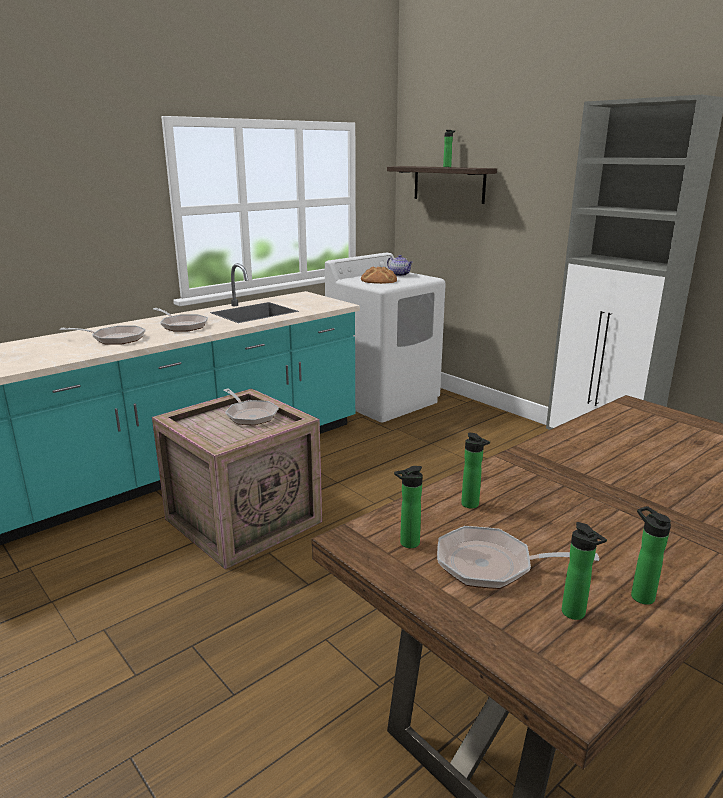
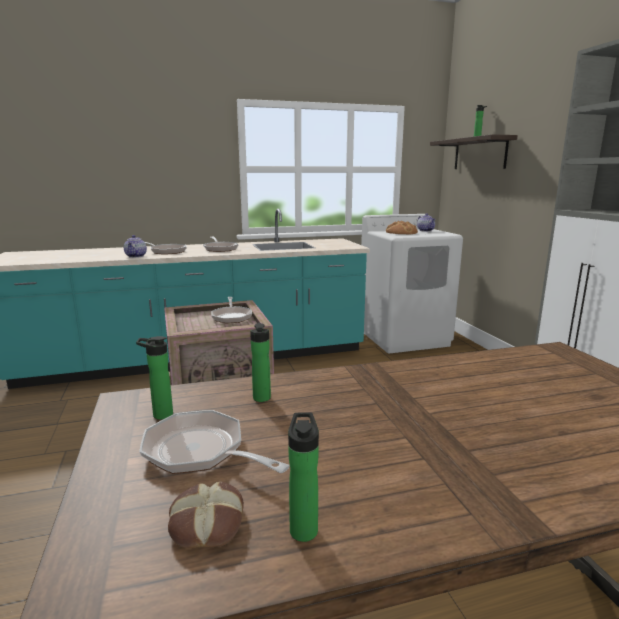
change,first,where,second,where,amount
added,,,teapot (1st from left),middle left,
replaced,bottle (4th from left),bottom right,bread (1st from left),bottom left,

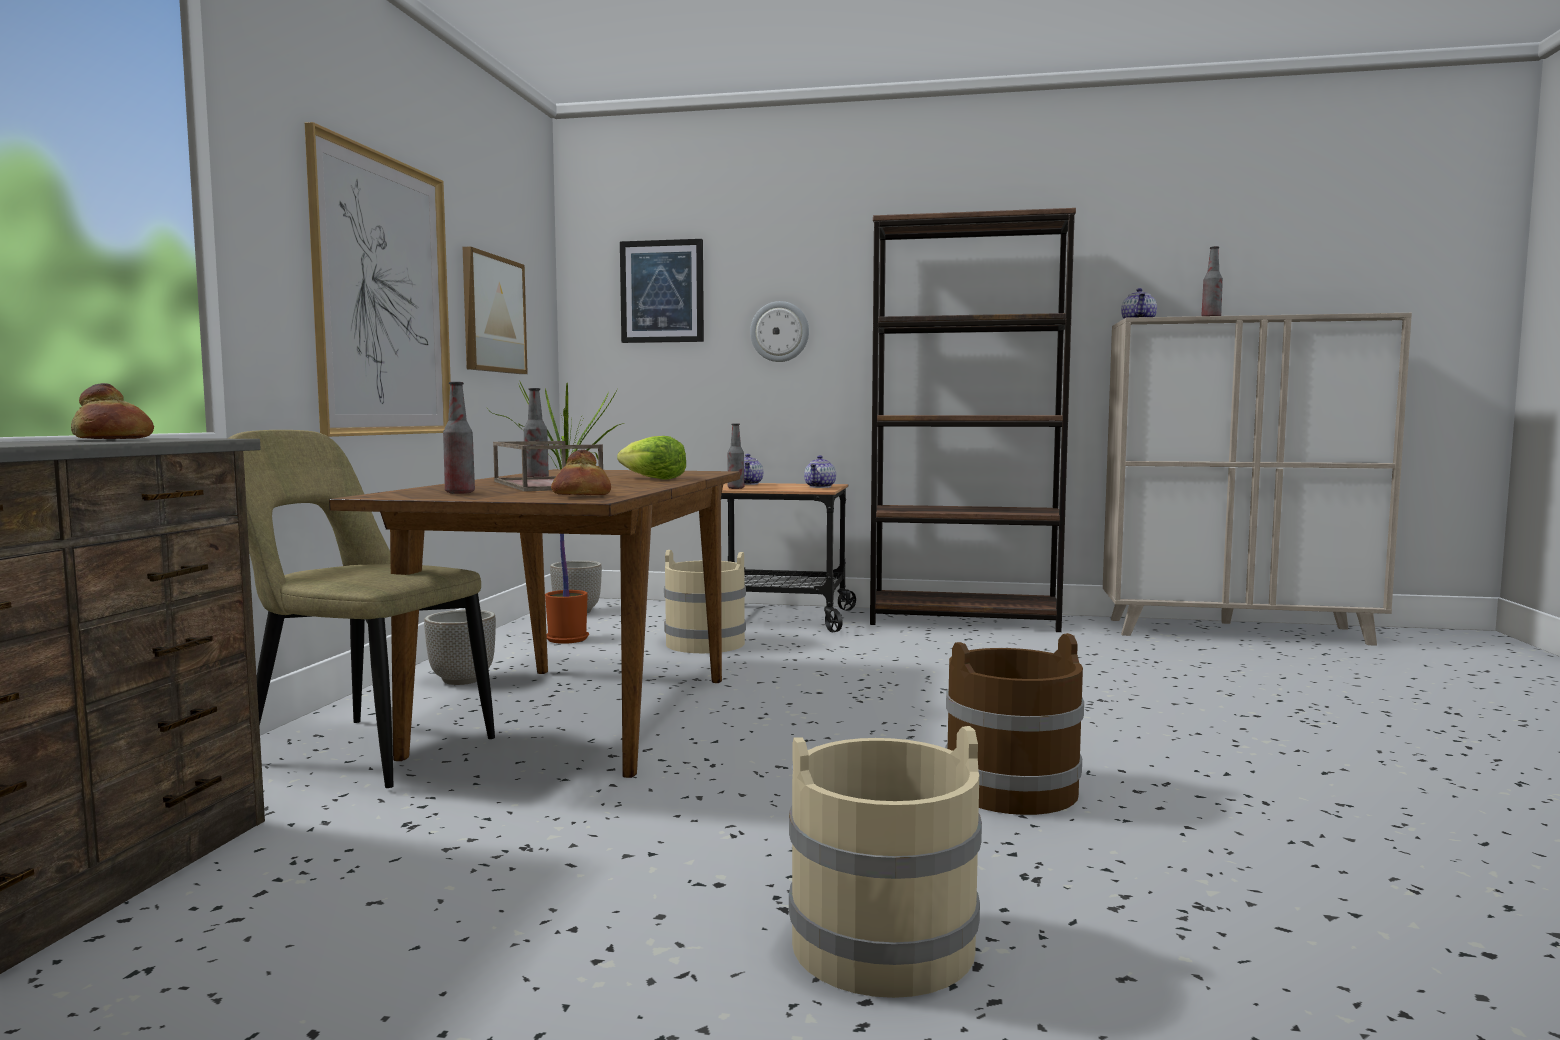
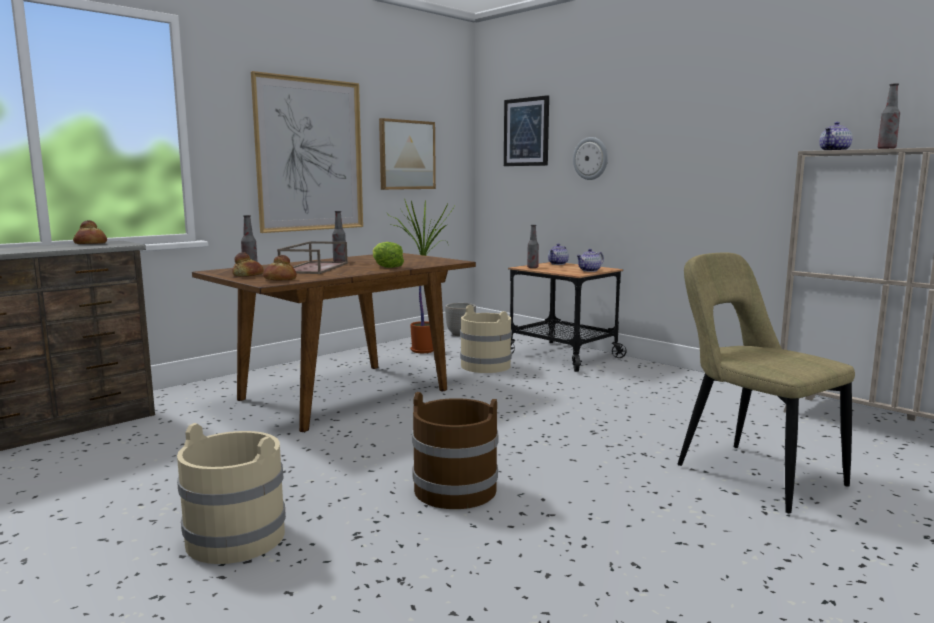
change,first,where,second,where,amount
removed,planter (1st from left),middle left,,,
removed,brown bookcase,centre,,,
added,,,bread (2nd from left),middle left,
moved,beige chair,middle left,,middle right,

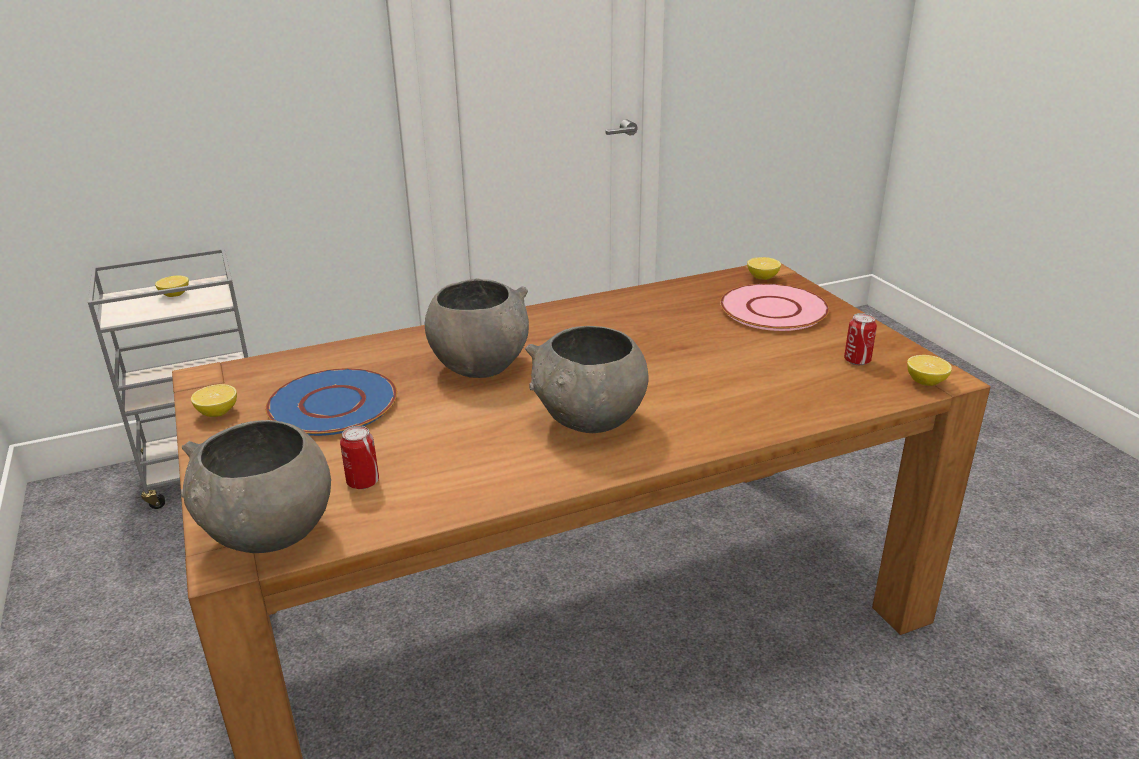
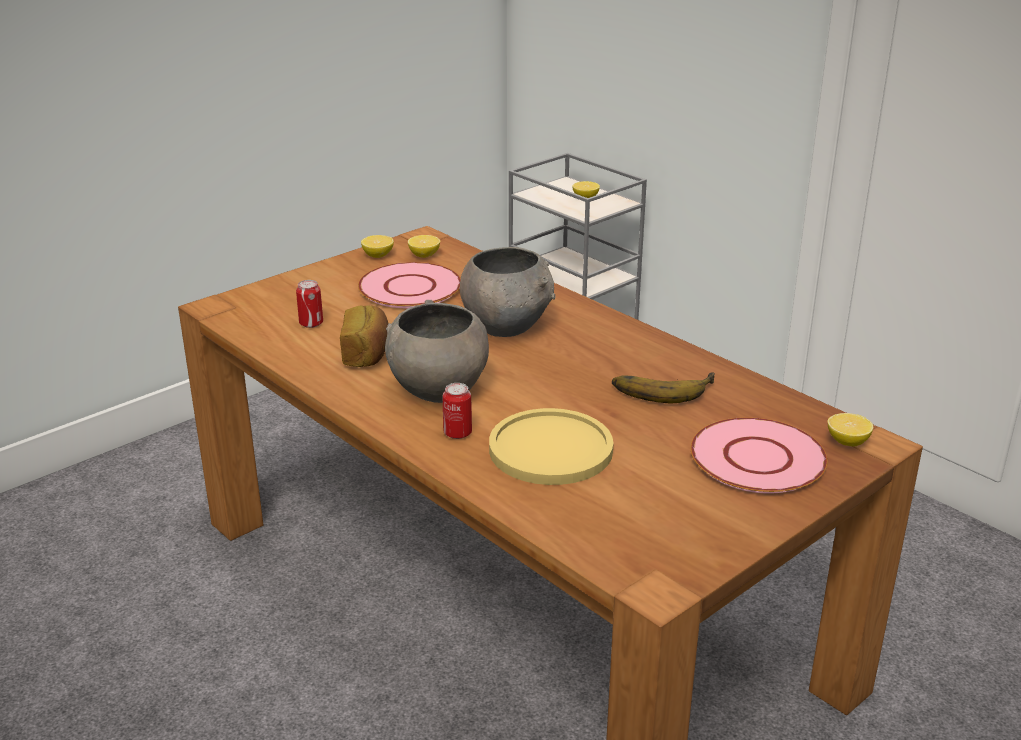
change,first,where,second,where,amount
removed,grey bowl (1st from left),middle left,,,
added,,,bread,centre,
added,,,yellow plate,centre,
added,,,banana,centre,
moved,can (2nd from left),middle right,,centre,
moved,lemon (4th from left in the first image),middle right,lemon (2nd from left),top centre,
recoloured,blue plate,middle left,pink plate (1st from left),centre,

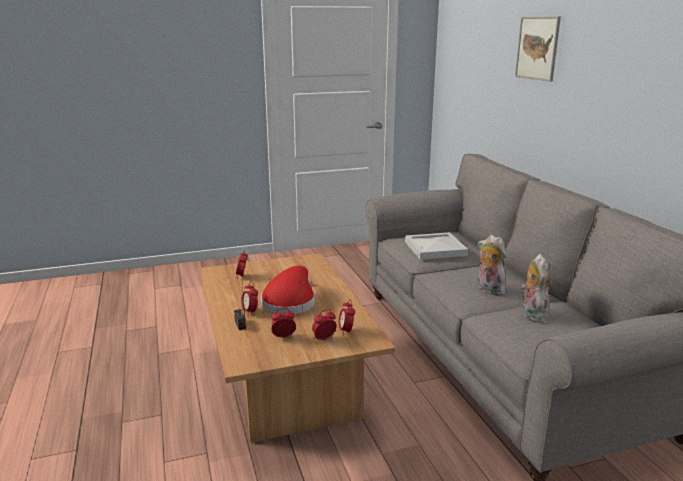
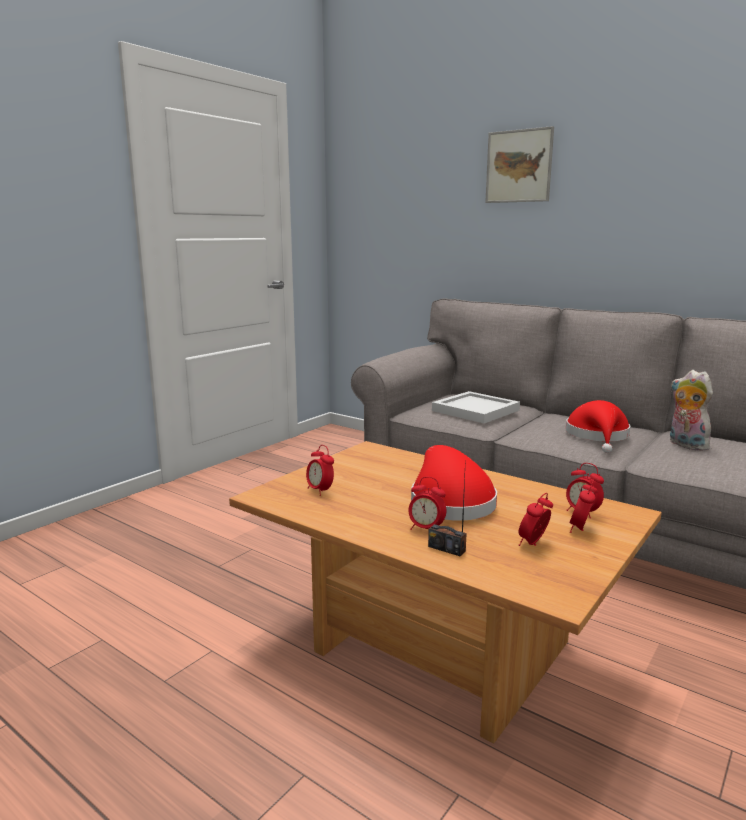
change,first,where,second,where,amount
replaced,plush toy (1st from left),middle right,red hat (2nd from left),middle right,

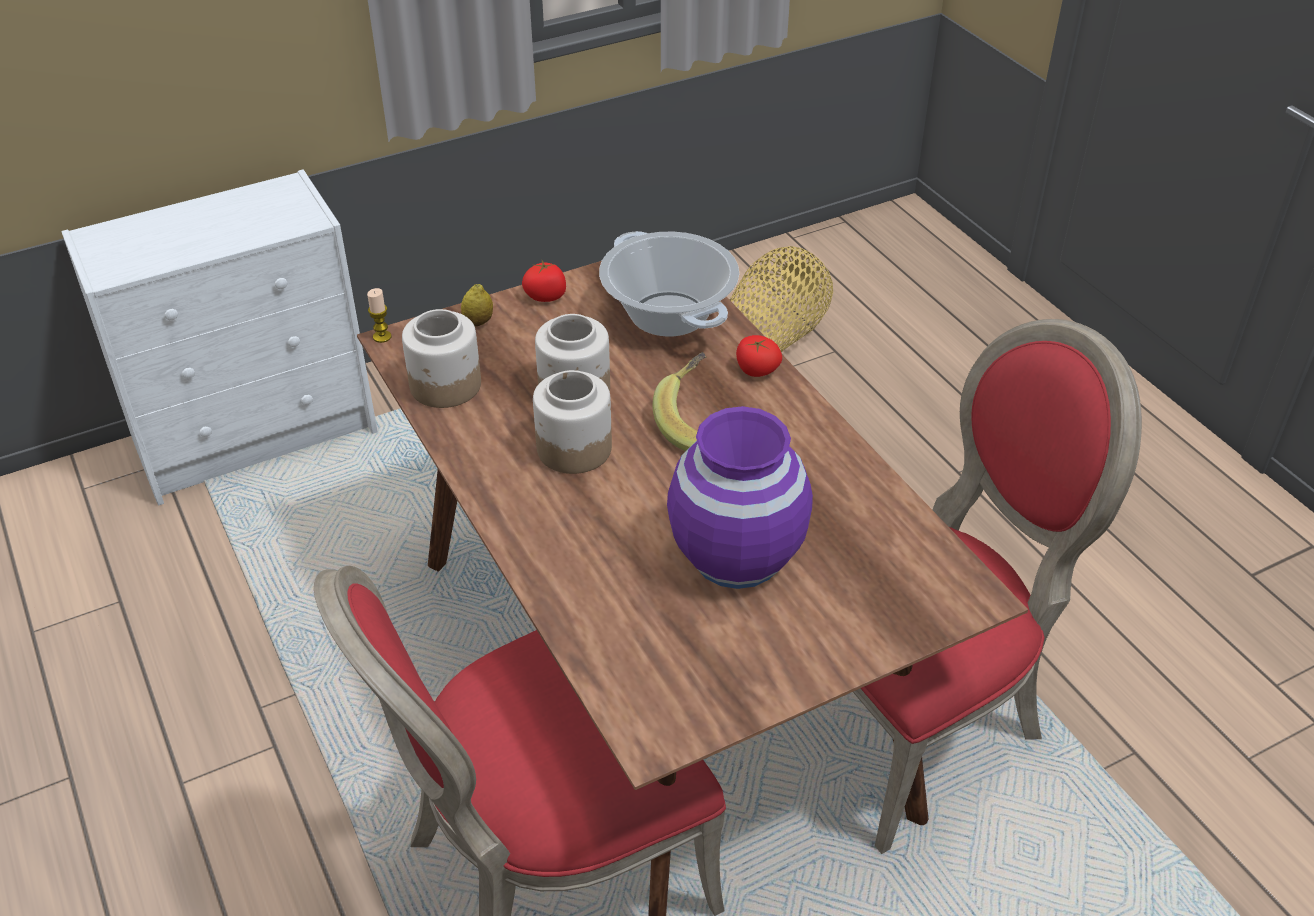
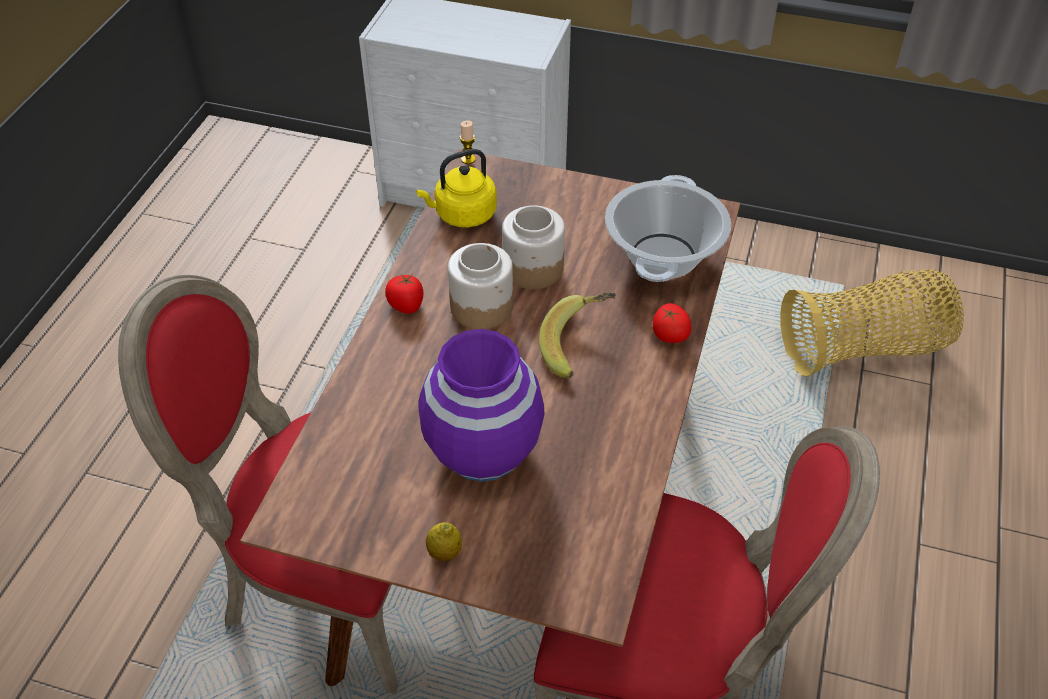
change,first,where,second,where,amount
moved,lemon,top centre,,bottom centre,
moved,tomato (1st from left),top centre,,centre,
replaced,jar (1st from left),centre,yellow kettle,top centre,

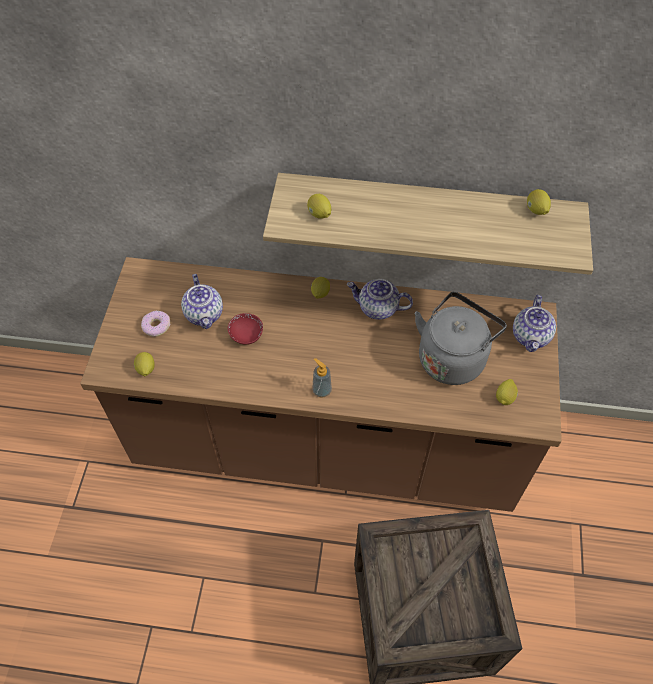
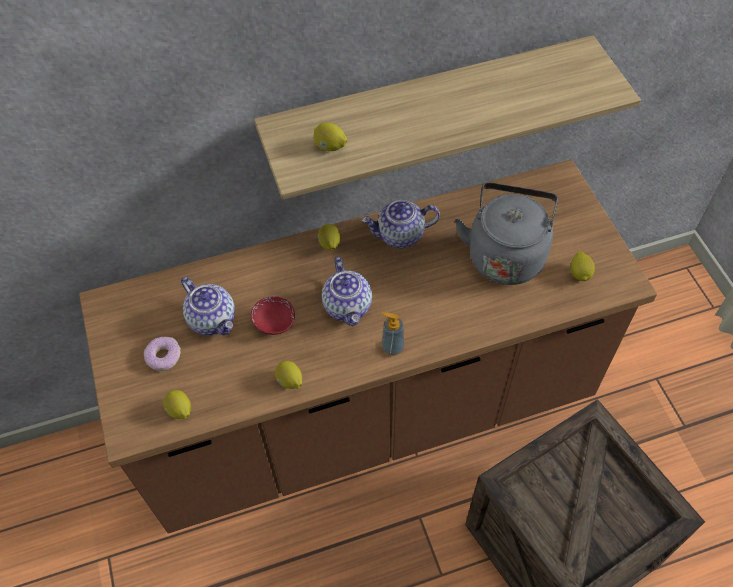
change,first,where,second,where,amount
moved,teapot (3rd from left in the first image),middle right,teapot (2nd from left),centre,
moved,lemon (5th from left in the first image),top right,lemon (2nd from left),centre,

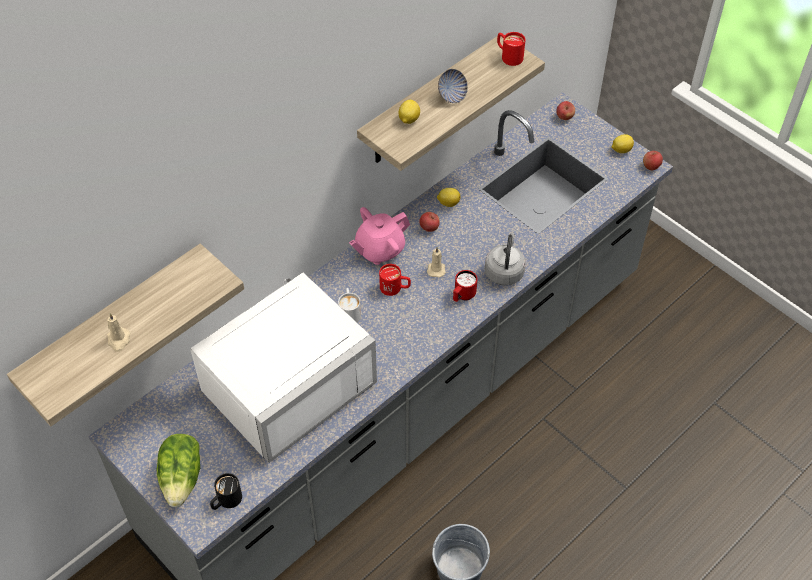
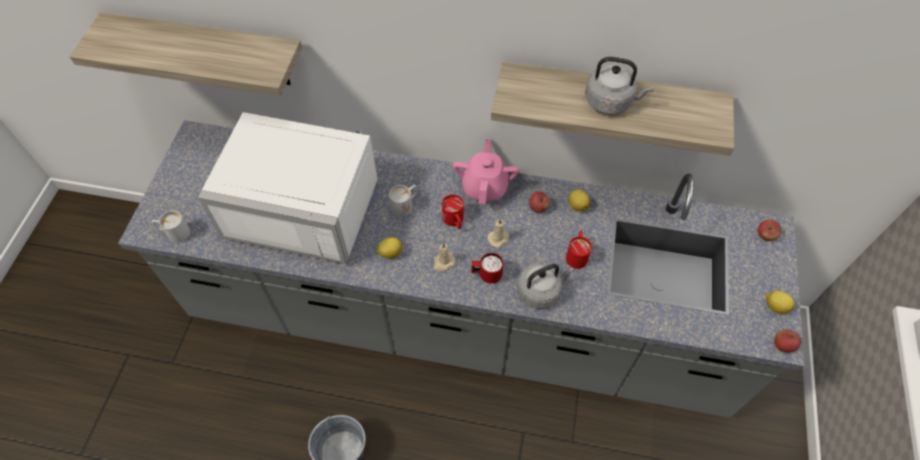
change,first,where,second,where,amount
removed,lettuce,bottom left,,,
moved,beige candle (1st from left),middle left,,centre,
moved,lemon (1st from left),top centre,,centre,
moved,red mug (3rd from left),top centre,,centre,
replaced,bowl,top centre,grey kettle (2nd from left),top right,
recoloured,black mug,bottom left,white mug (1st from left),middle left,
turned,pink teapot,centre,,centre,75 degrees clockwise

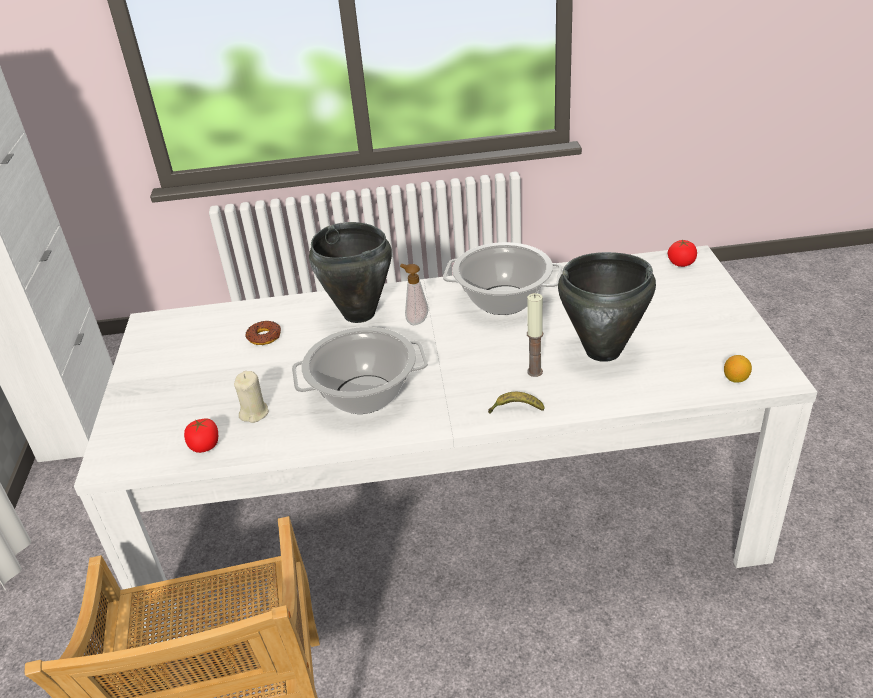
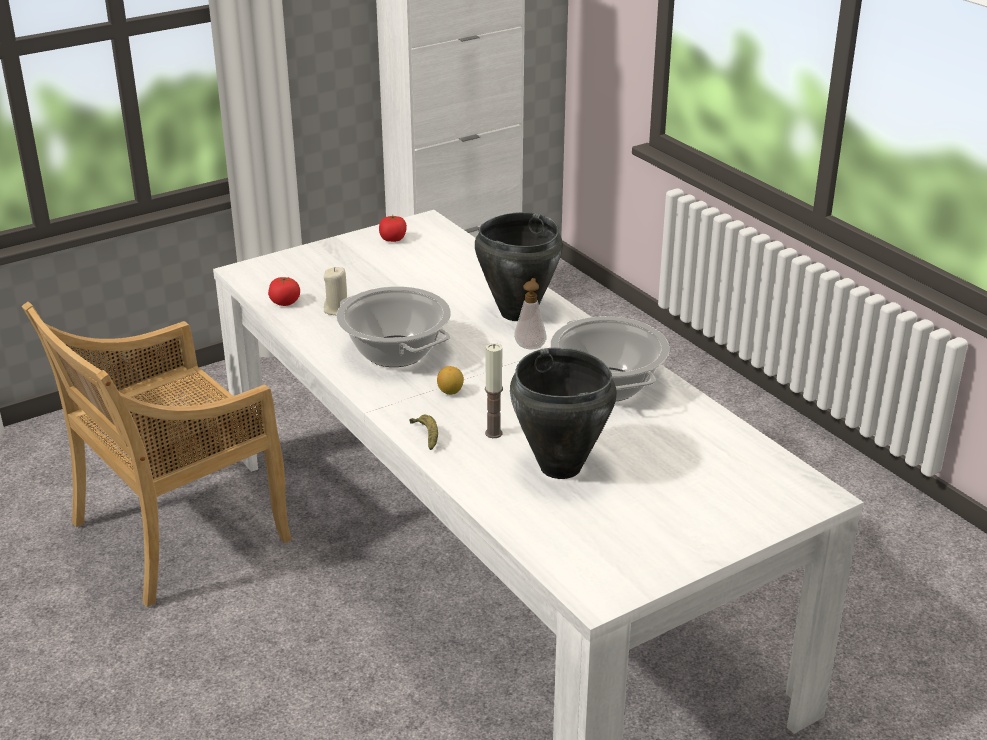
change,first,where,second,where,amount
removed,donut,middle left,,,
moved,tomato (2nd from left),middle right,,top centre,
moved,lemon,middle right,,centre,

